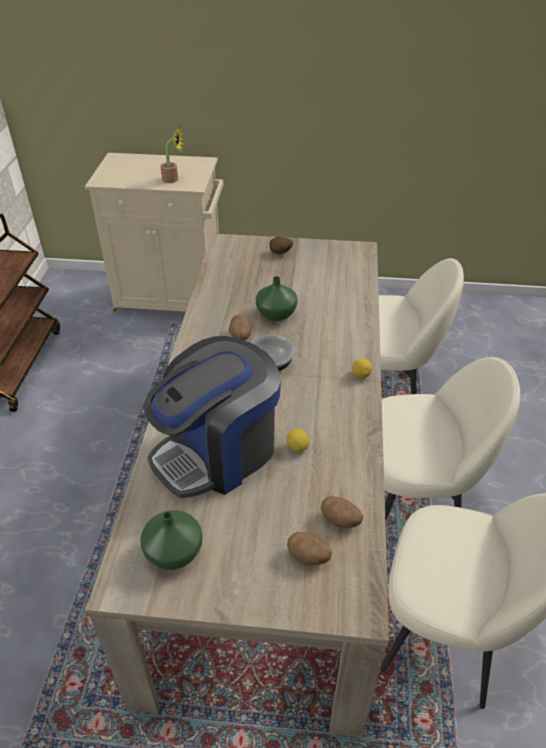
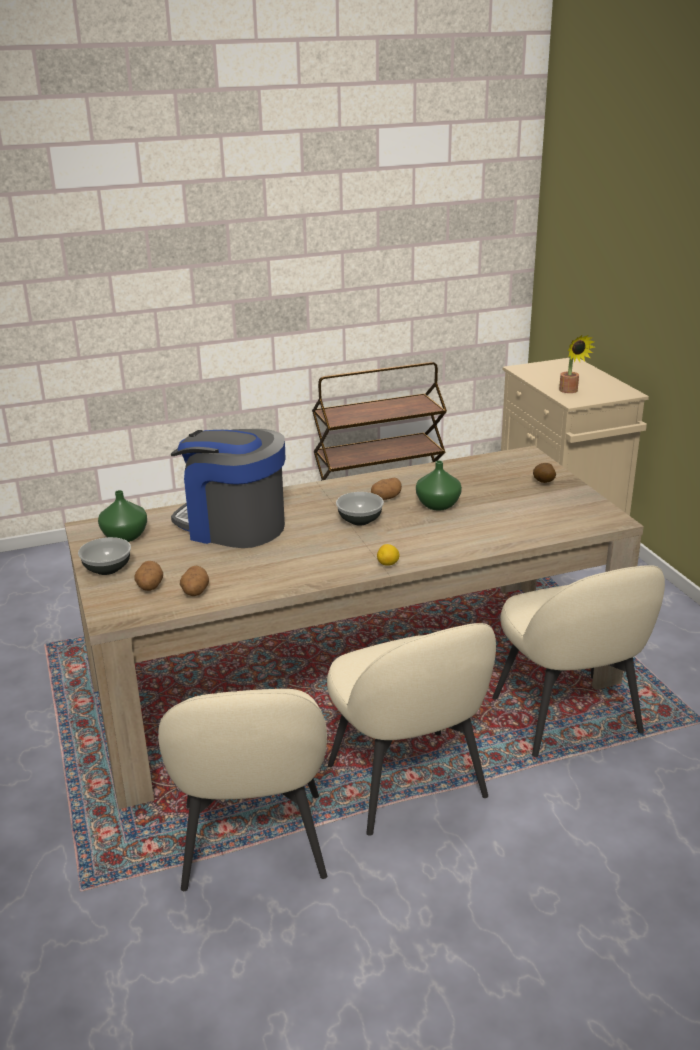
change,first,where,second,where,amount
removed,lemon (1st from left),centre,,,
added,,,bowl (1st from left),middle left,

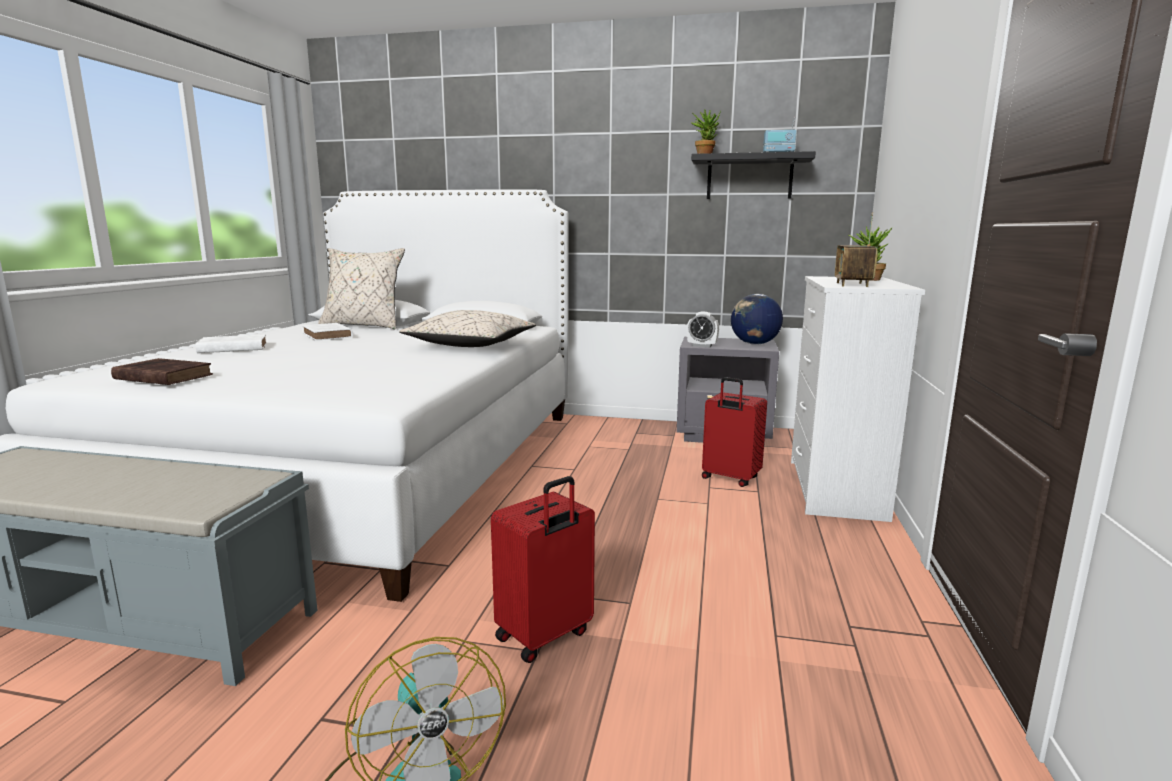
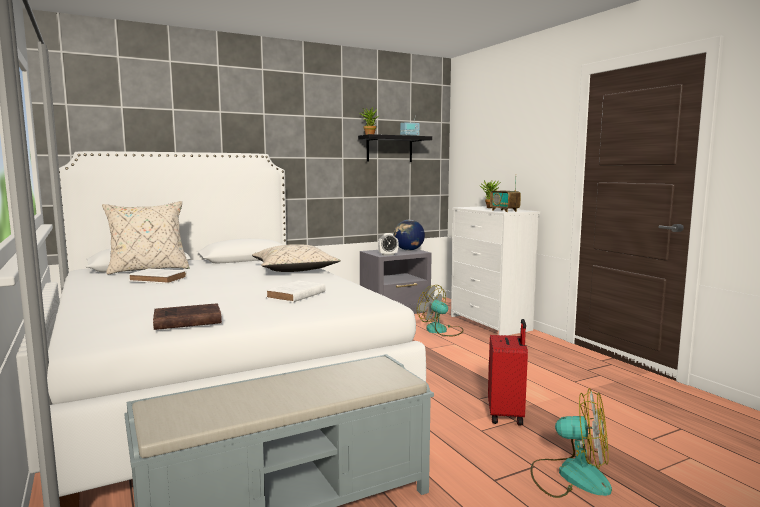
change,first,where,second,where,amount
moved,white book (1st from left in the first image),middle left,white book (2nd from left),centre,
replaced,red suitcase (2nd from left),centre,fan (1st from left),centre,

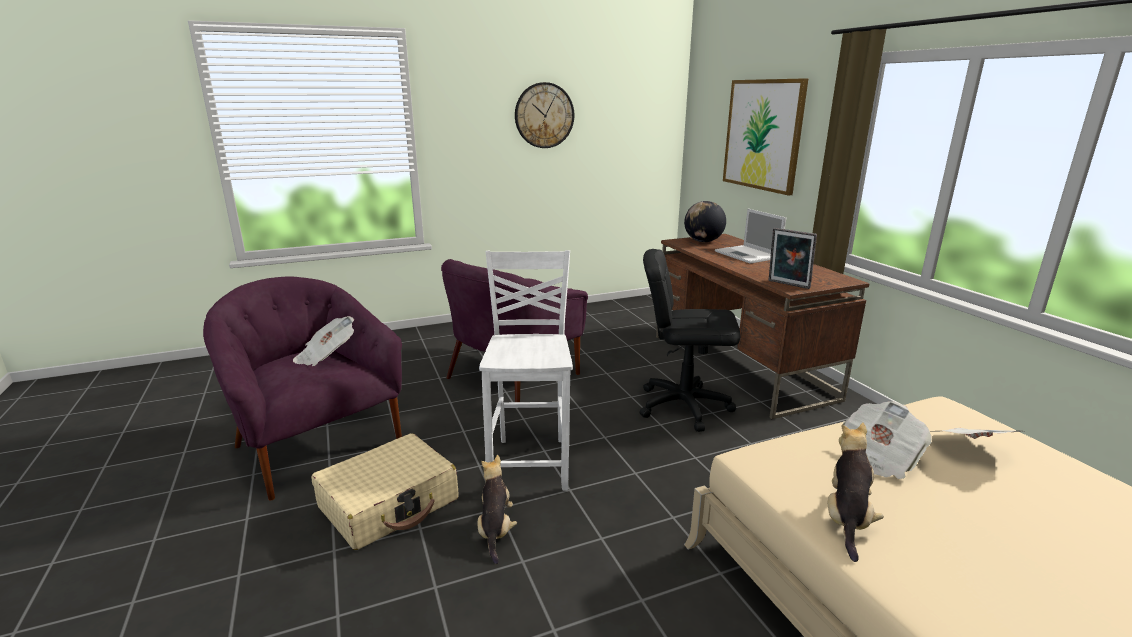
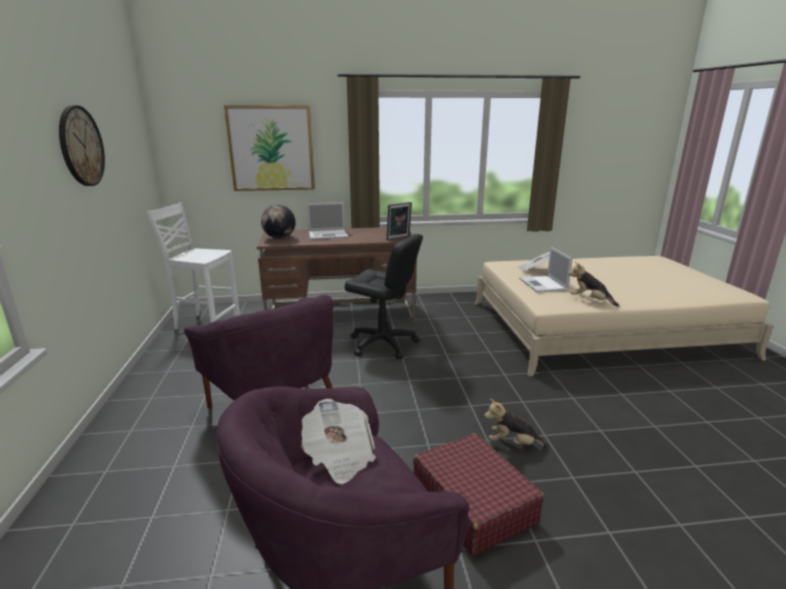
change,first,where,second,where,amount
moved,white chair,centre,,middle left,
replaced,newspaper (2nd from left),bottom right,laptop (2nd from left),middle right,
recoloured,beige suitcase,bottom centre,red suitcase,bottom centre,
turned,black office chair,centre,,centre,90 degrees counterclockwise

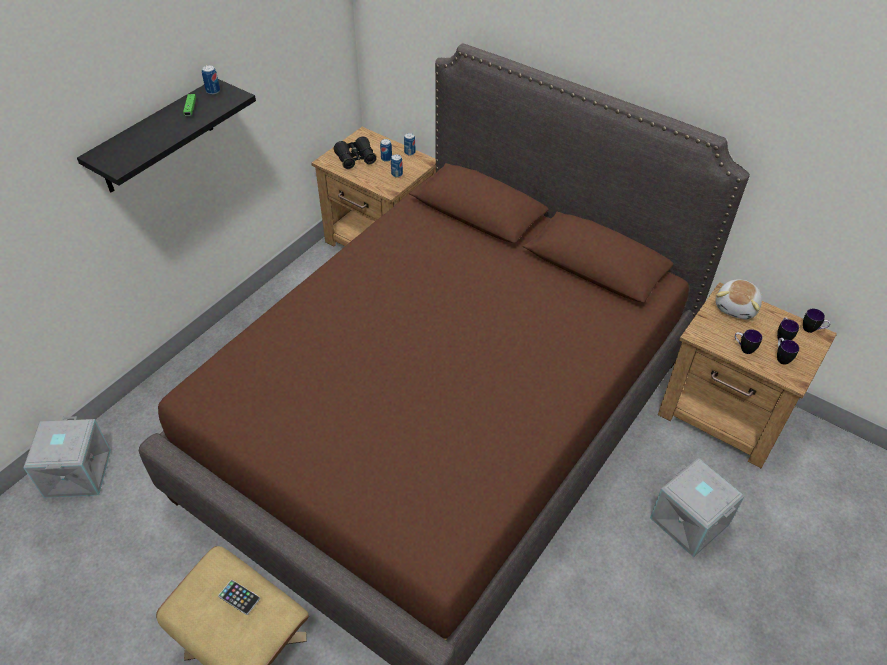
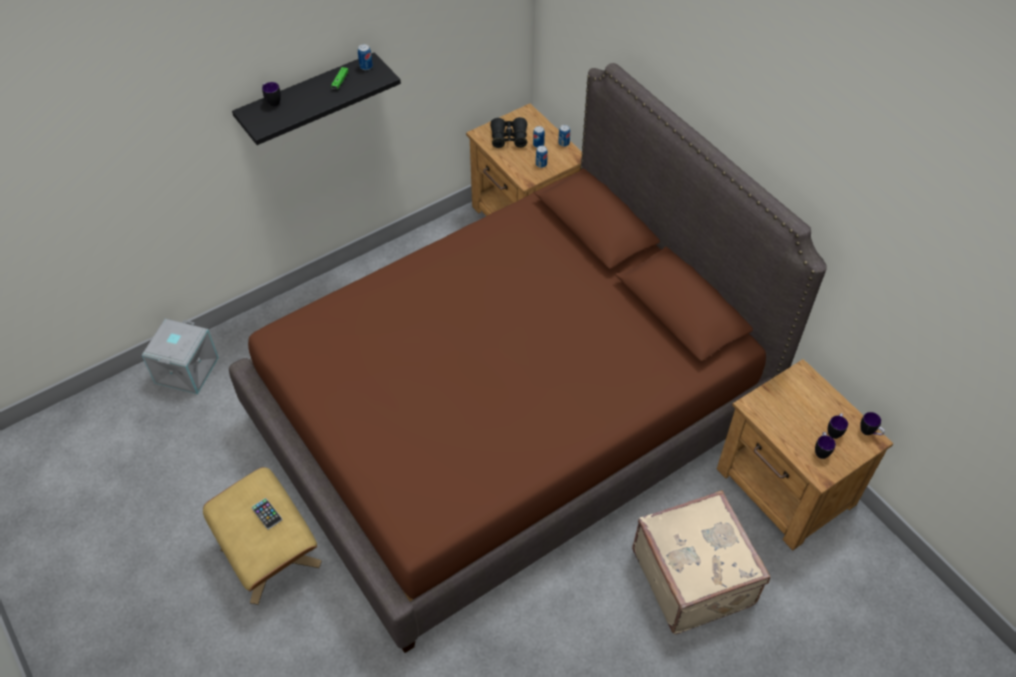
change,first,where,second,where,amount
removed,plush toy,middle right,,,
moved,mug (1st from left),middle right,,top left,
replaced,grey storage box (2nd from left),bottom right,beige suitcase,bottom right,

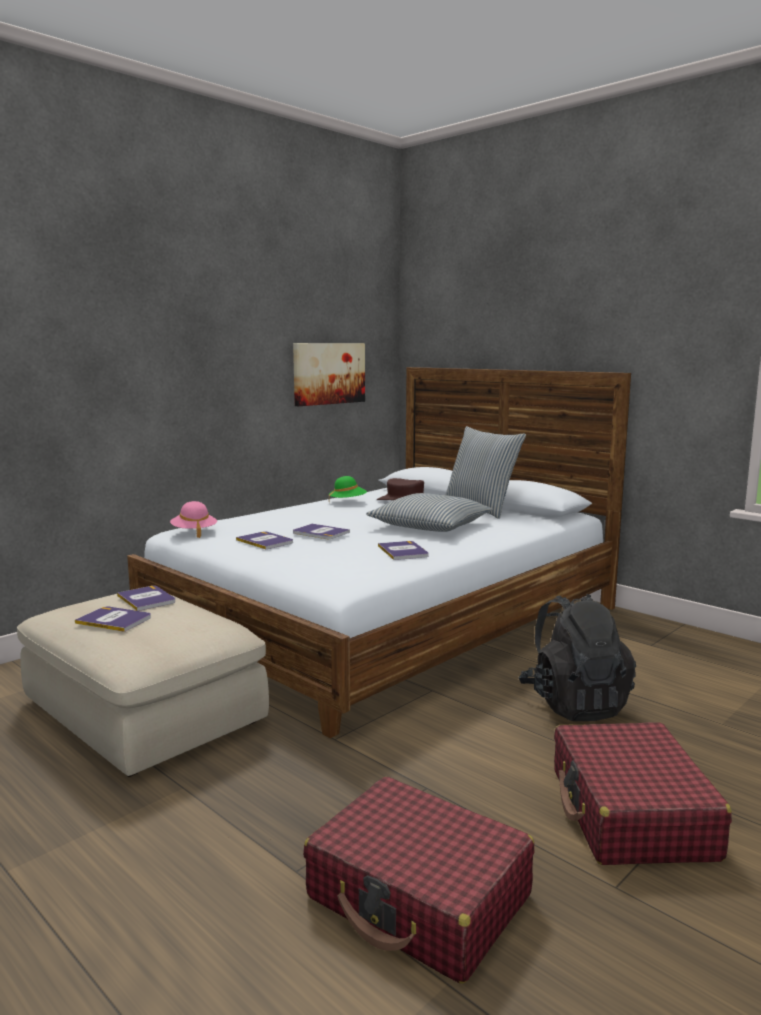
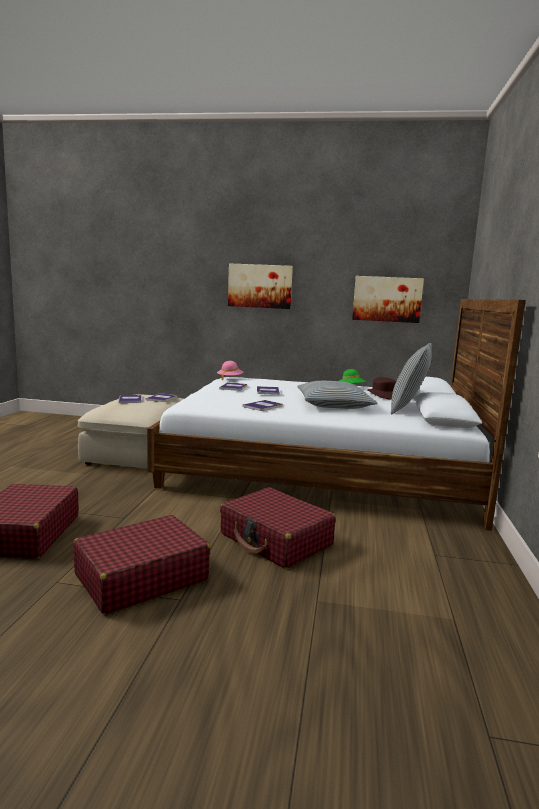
change,first,where,second,where,amount
added,,,picture (1st from left),centre,
replaced,black backpack,middle right,red suitcase (3rd from left),centre,

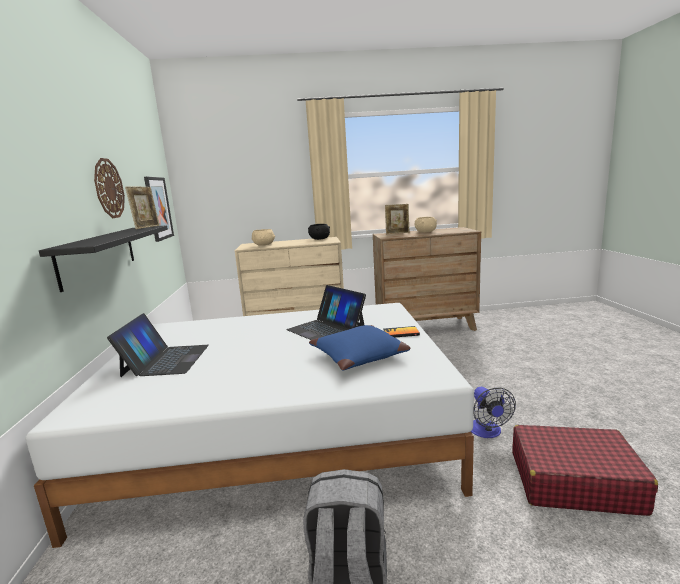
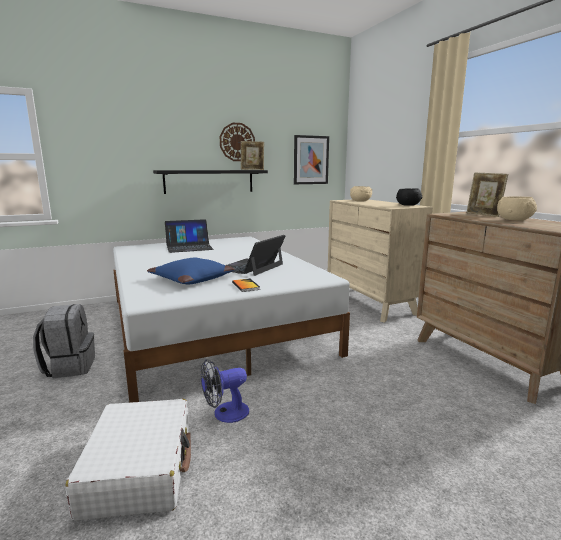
change,first,where,second,where,amount
recoloured,red suitcase,bottom right,white suitcase,bottom left,

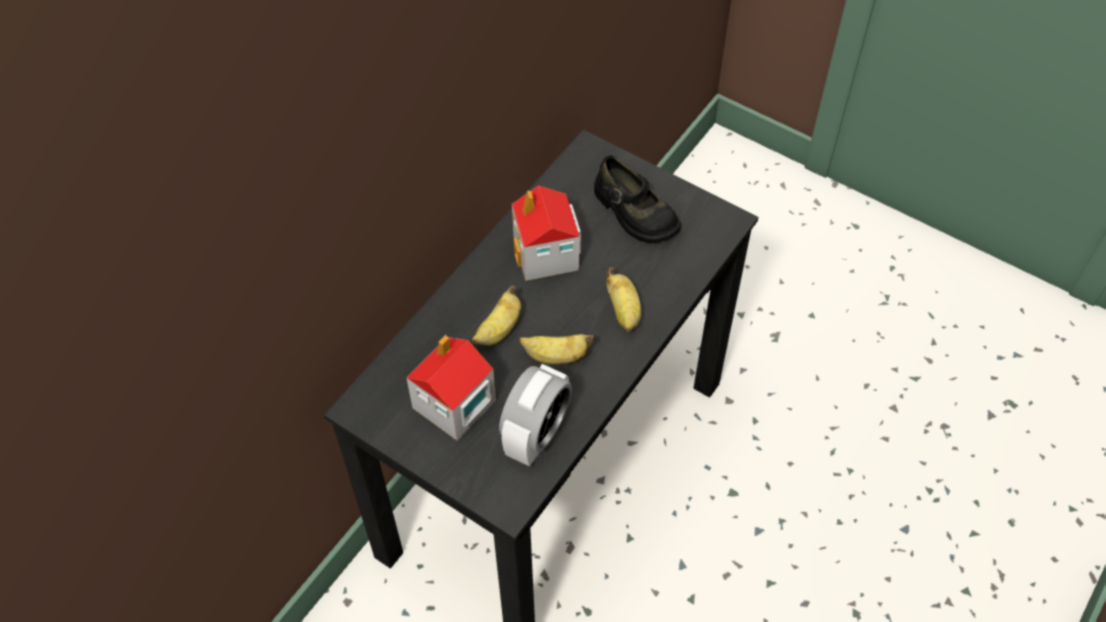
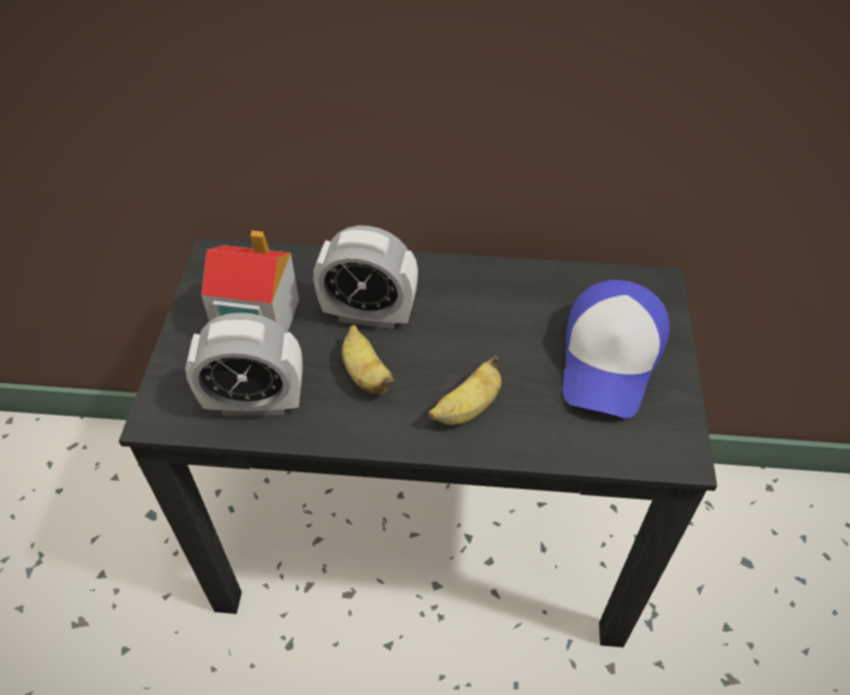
change,first,where,second,where,amount
removed,toy house (2nd from left),centre,,,
replaced,banana (1st from left),centre,alarm clock (2nd from left),centre,
replaced,black shoe,top centre,cap,middle right,

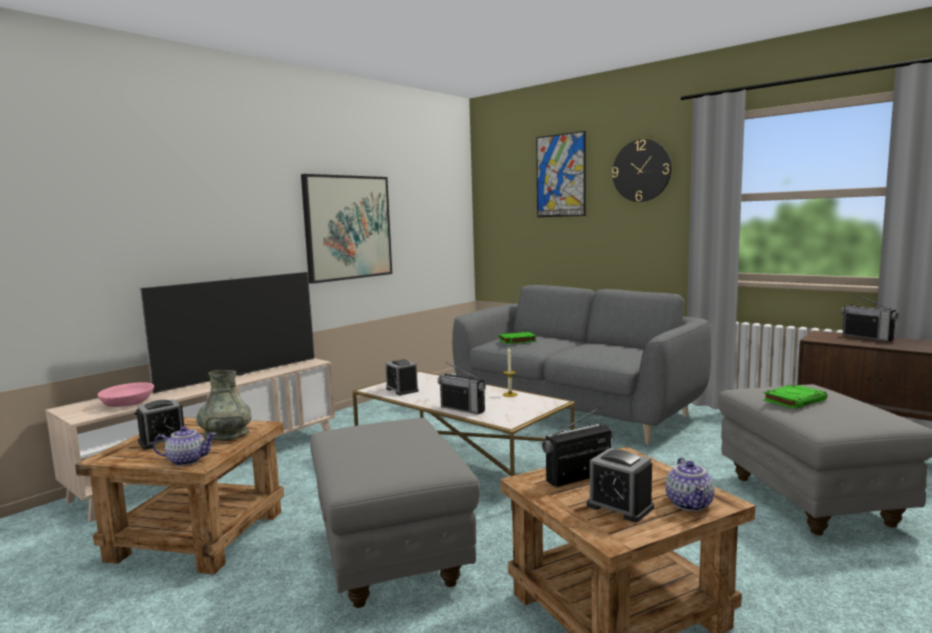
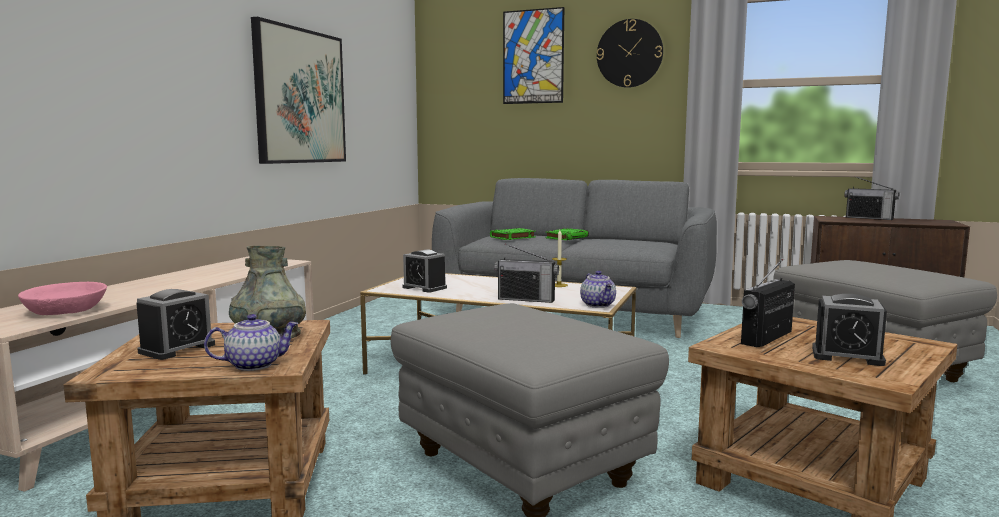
change,first,where,second,where,amount
removed,television,middle left,,,
moved,teapot (2nd from left),bottom right,,centre,
moved,green book (2nd from left),middle right,,centre,

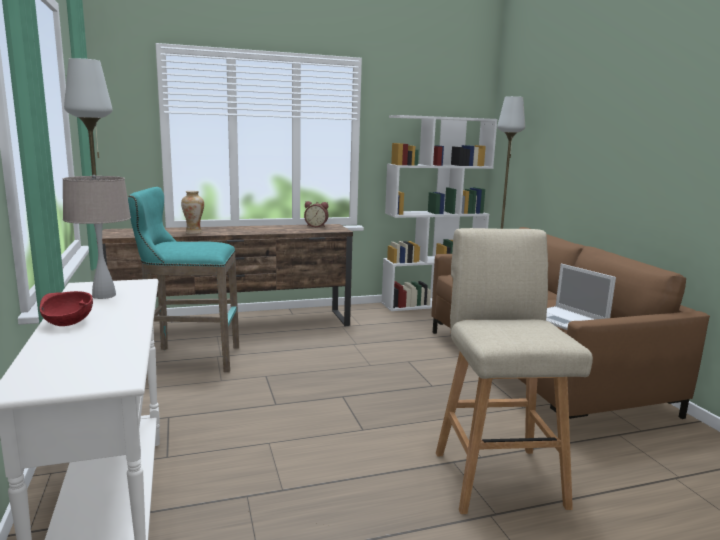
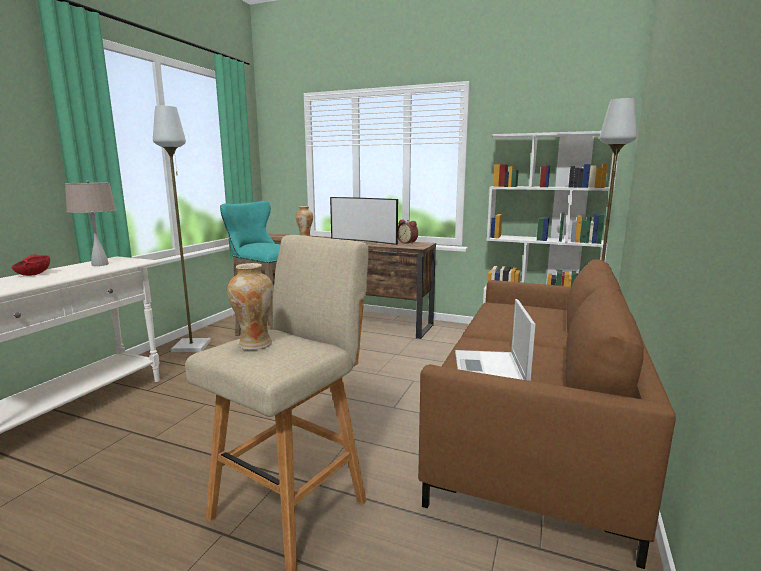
change,first,where,second,where,amount
added,,,vase (1st from left),middle left,
added,,,television,centre,

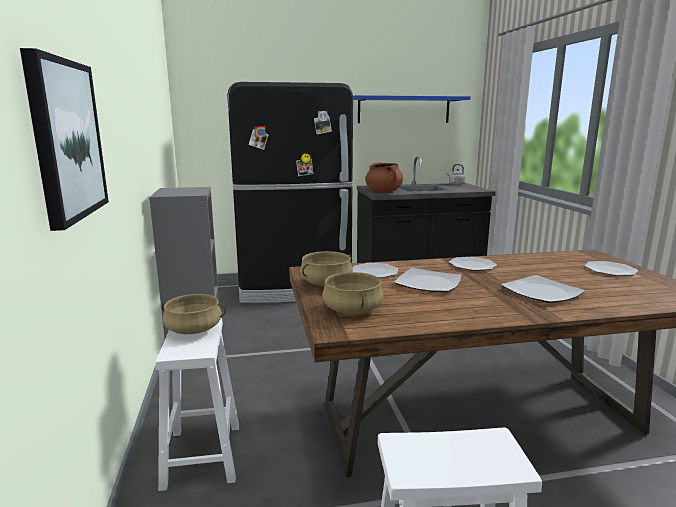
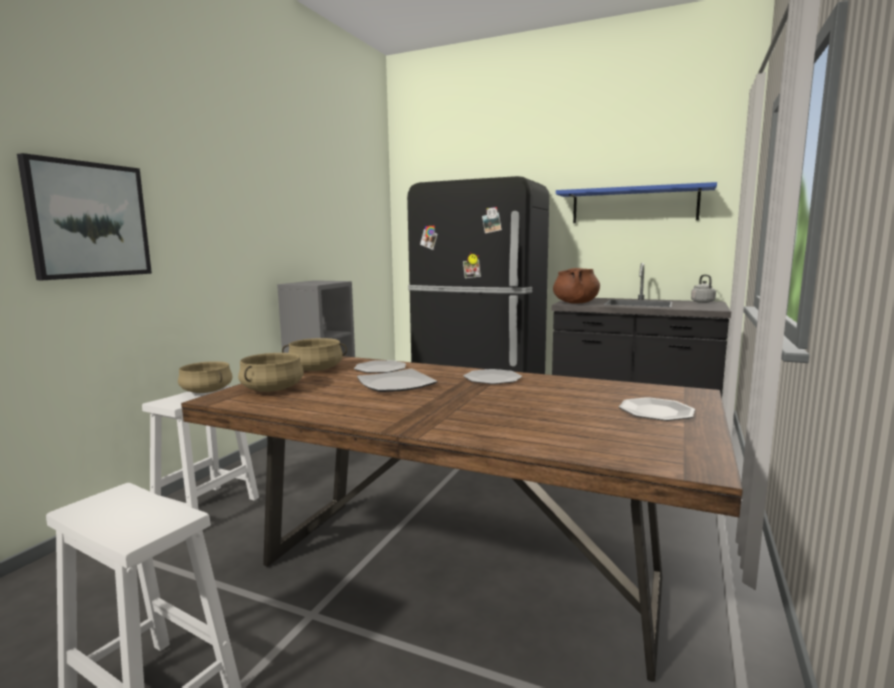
change,first,where,second,where,amount
removed,plate (4th from left),middle right,,,

